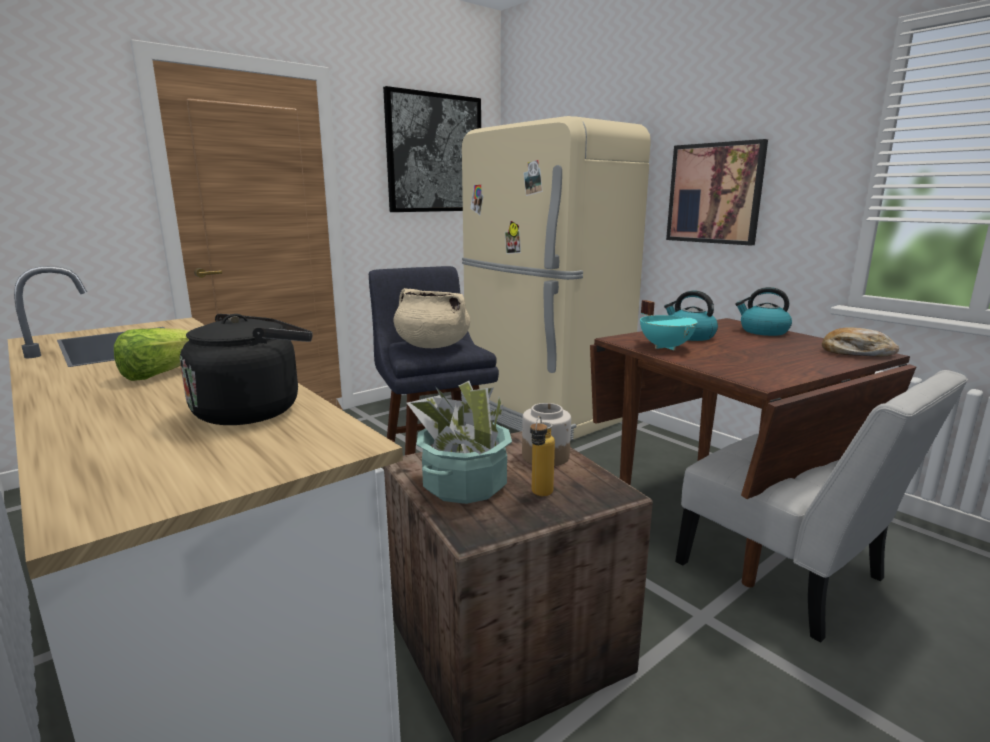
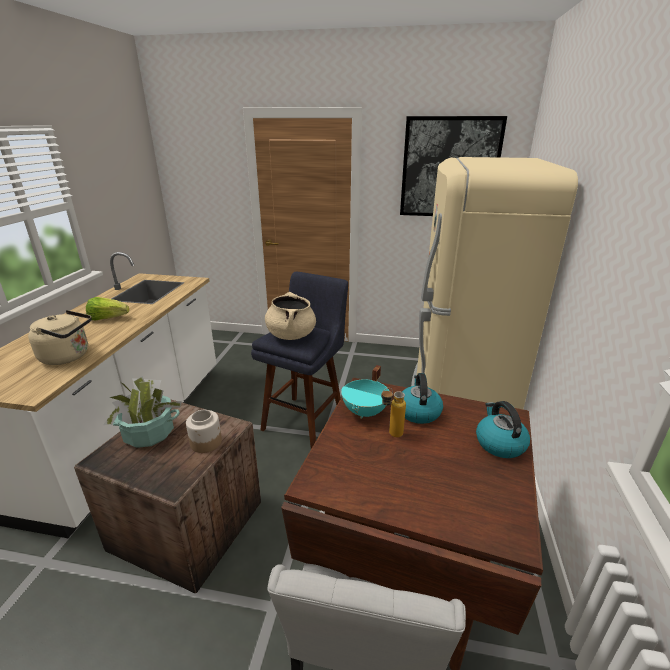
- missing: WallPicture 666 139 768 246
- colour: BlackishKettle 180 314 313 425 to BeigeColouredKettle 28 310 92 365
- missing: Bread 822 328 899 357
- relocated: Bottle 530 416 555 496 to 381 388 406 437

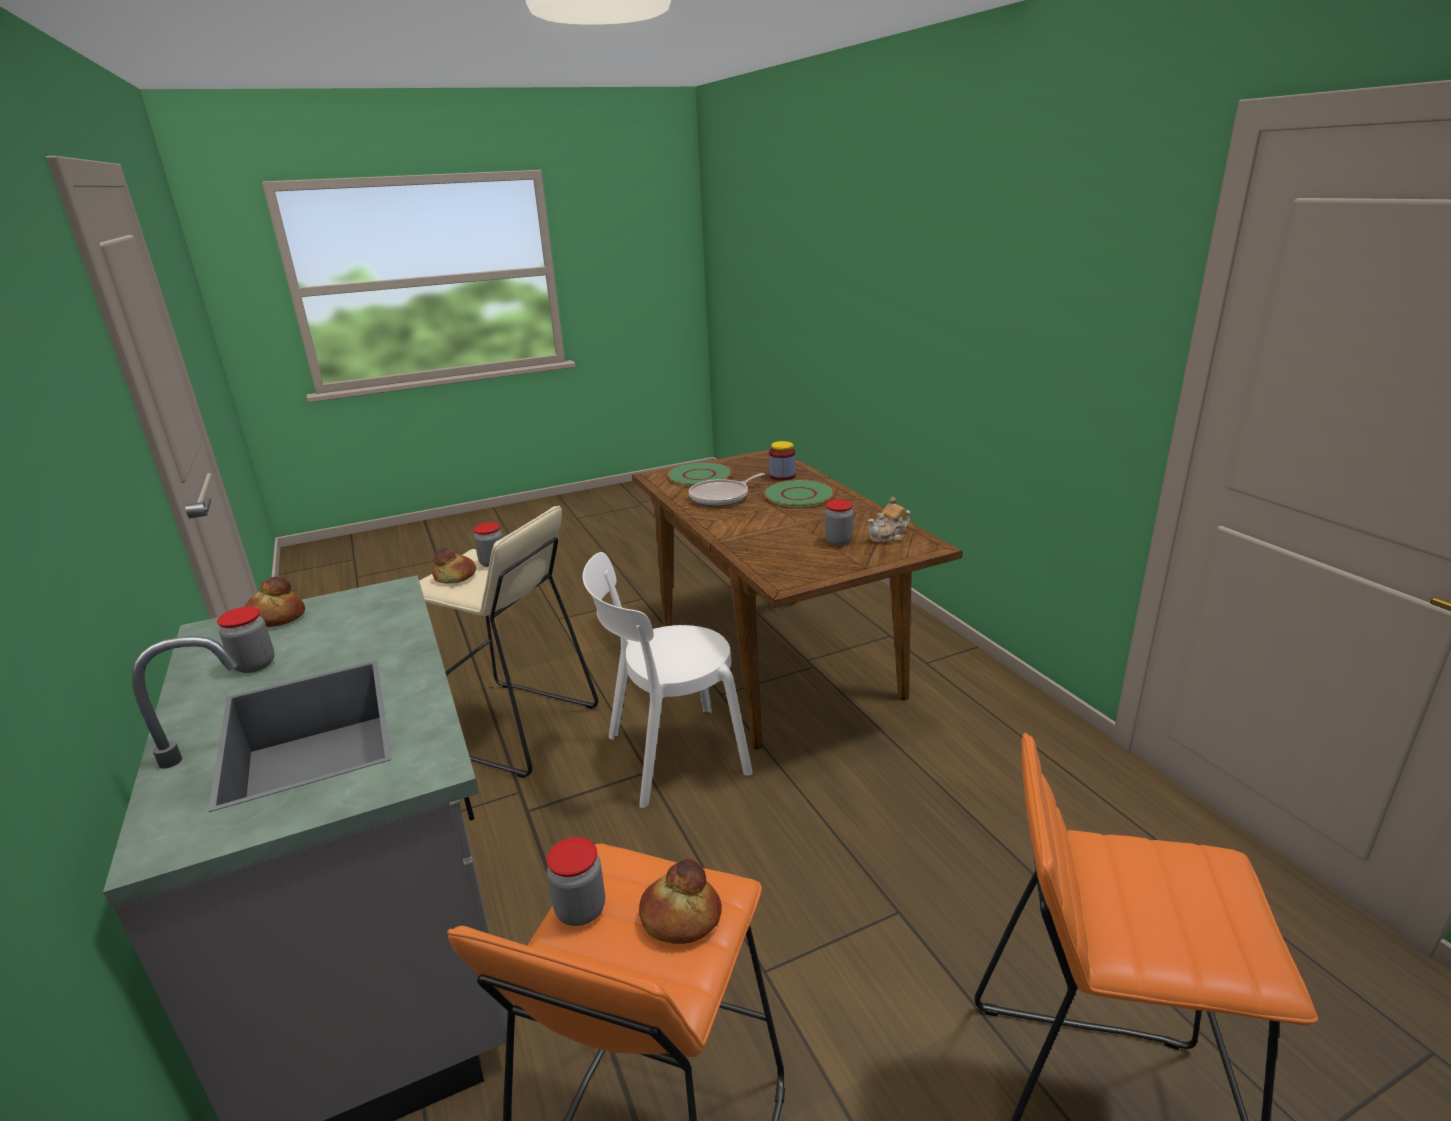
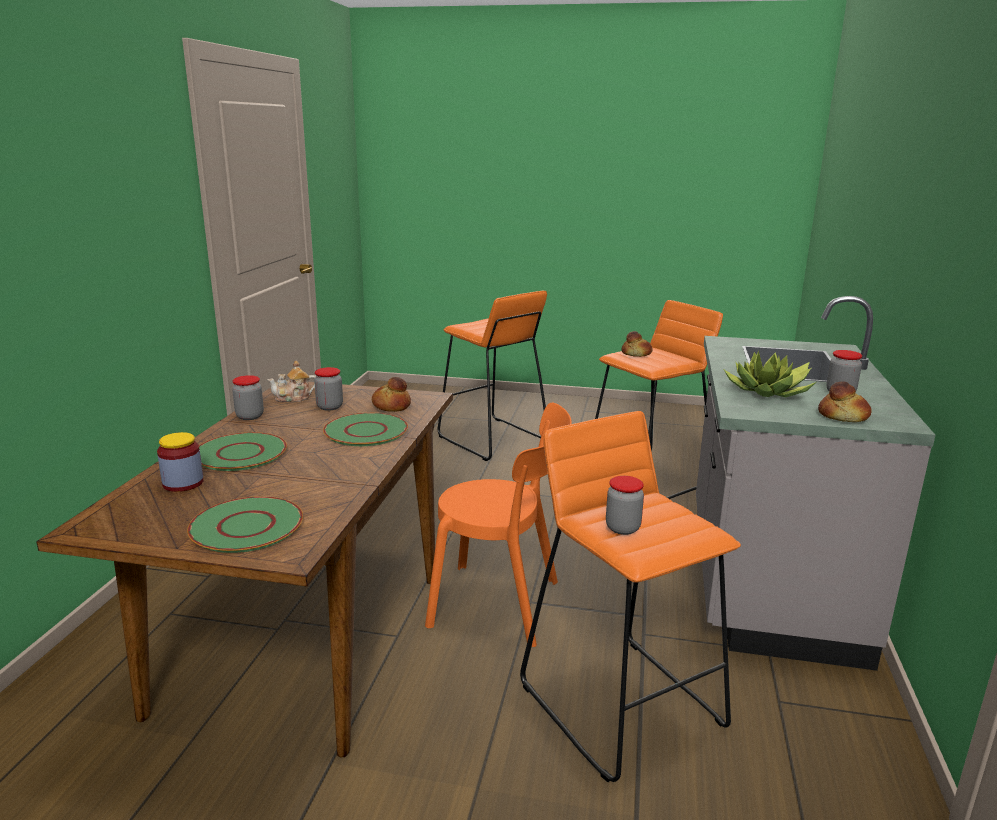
- missing: Skillet 689 473 765 506
- spun: TeaPot 867 497 911 543 = 267 361 316 402 150 degrees clockwise
- colour: BeigeColouredStool 419 506 599 778 to OrangeyStool 520 411 741 782
- relocated: Bread 432 548 476 584 to 372 377 411 412
- colour: WhitishChair 583 552 753 808 to OrangeyChair 425 403 572 647
- relocated: PreserveJar 546 837 605 926 to 232 375 264 420
- appeared: Houseplant 724 351 816 398
- appeared: GreenColouredDinnerPlate 323 413 408 446

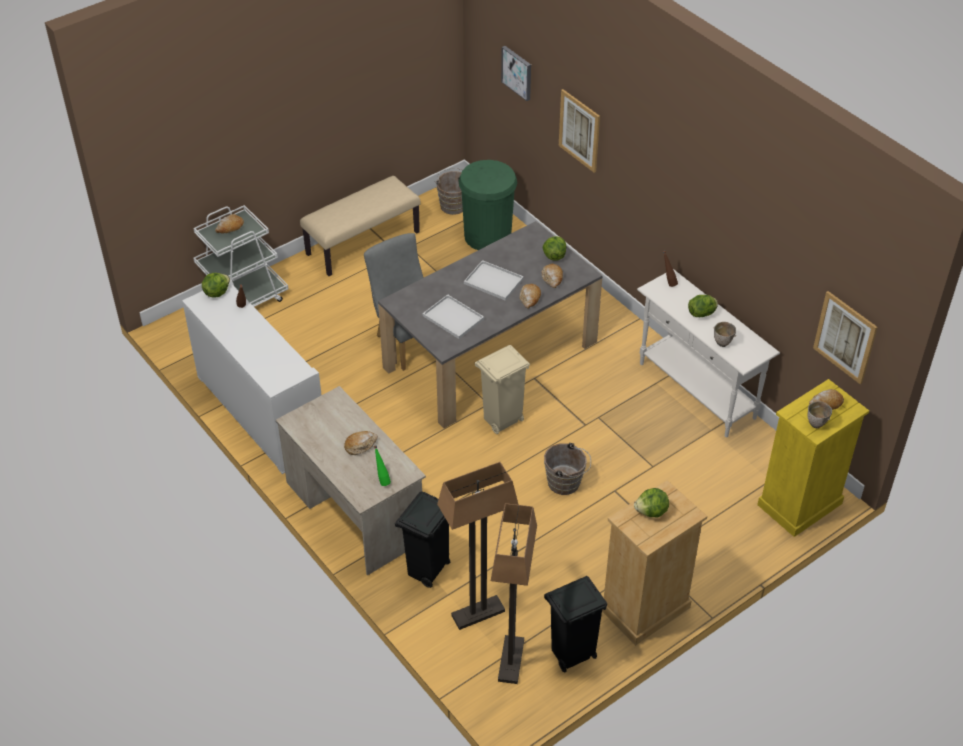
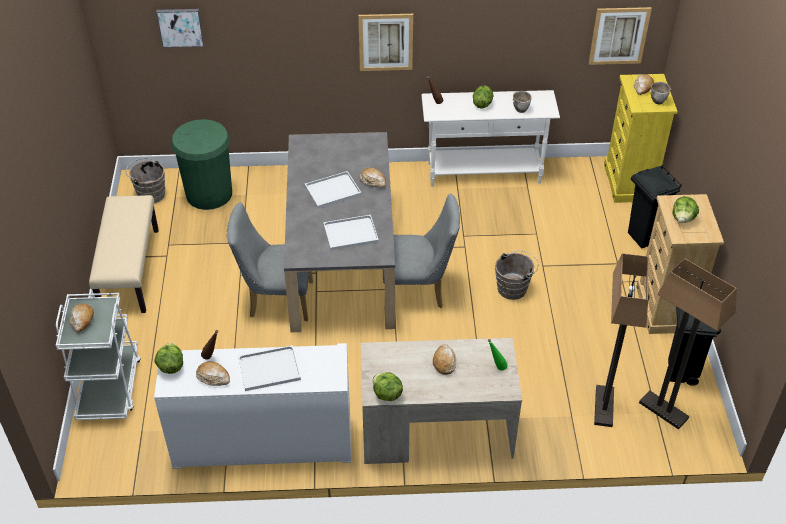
- relocated: WallPicture 559 89 600 173 to 358 14 413 71
- relocated: Lettuce 543 236 566 261 to 373 372 403 401
- relocated: Bread 542 264 563 288 to 196 361 230 386
- exchanged: BeigeColouredRubbishBin 475 345 530 434 to GrayChair 383 193 460 308
- relocated: BlackishRubbishBin 395 492 450 588 to 628 165 682 249
- appeared: WhitishCarryingTray 238 345 301 391

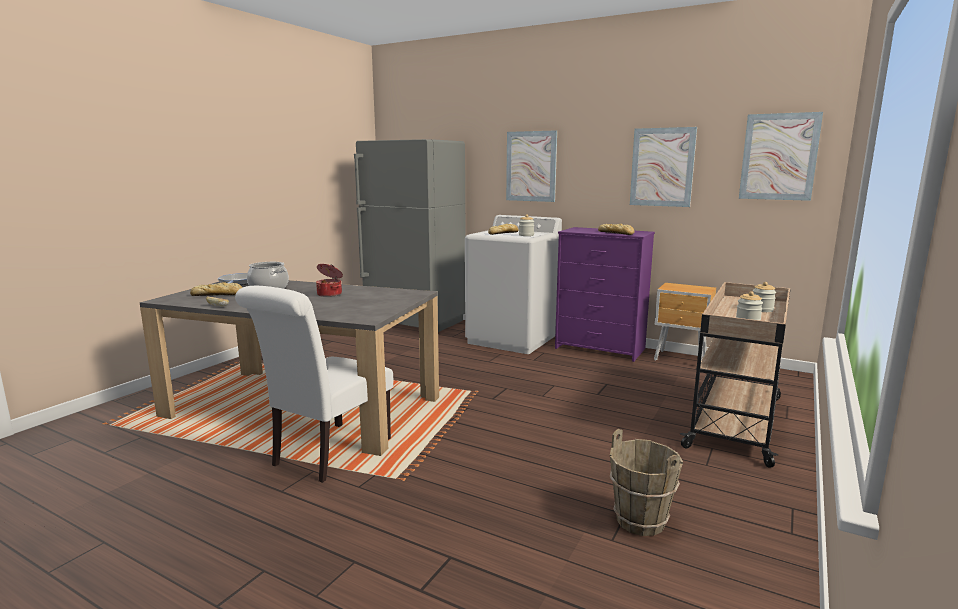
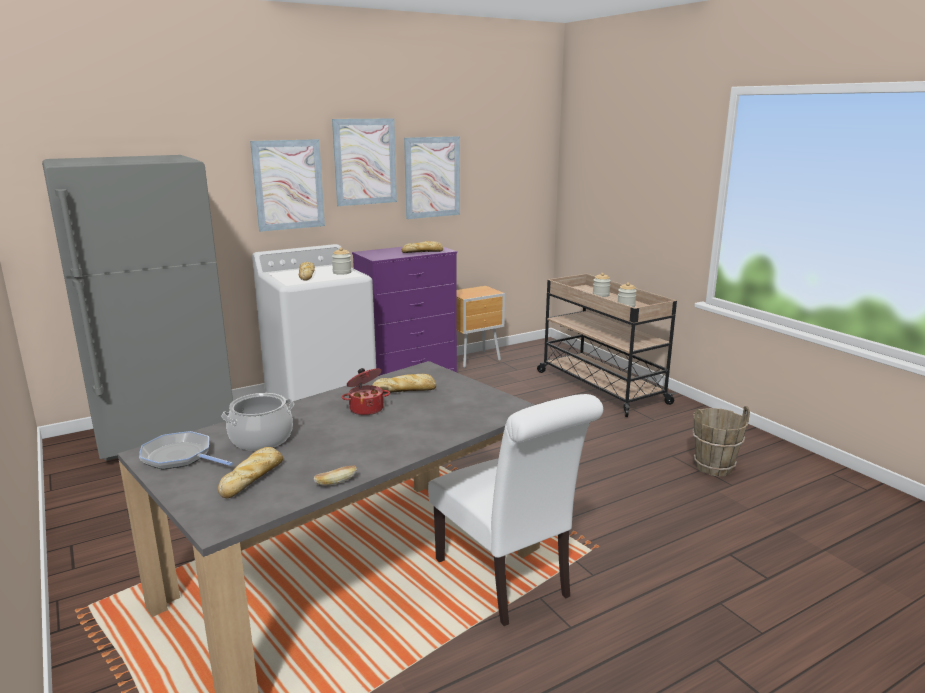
- relocated: WallPicture 739 112 823 201 to 332 118 397 206
- appeared: Bread 372 374 436 393

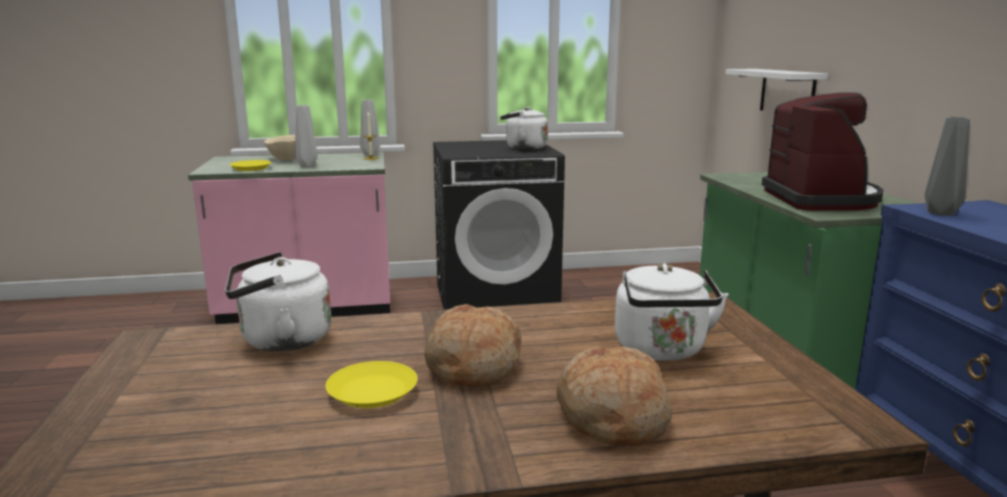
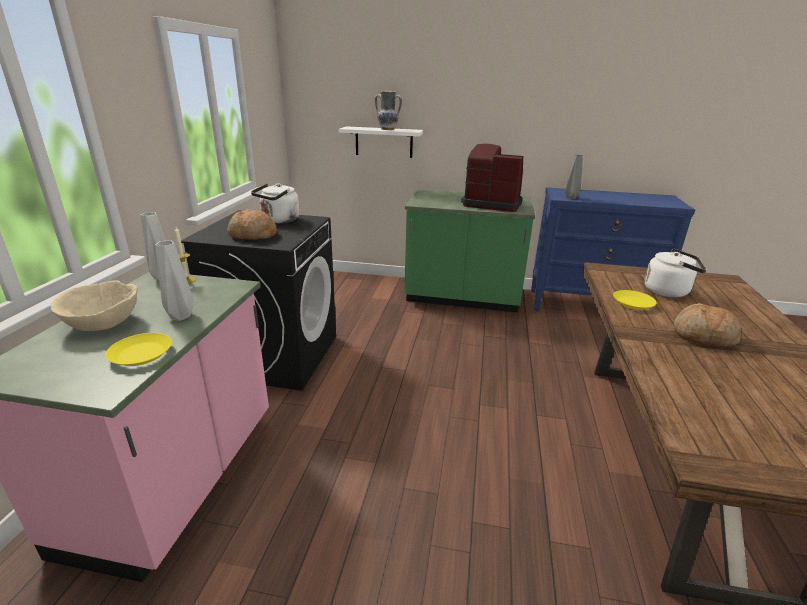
- missing: WhitishKettle 225 252 331 351
- relocated: Bread 557 346 672 446 to 227 209 277 240
- relocated: YellowishDinnerPlate 326 361 418 408 to 613 290 657 310
- appeared: FlowerVase 375 91 402 130

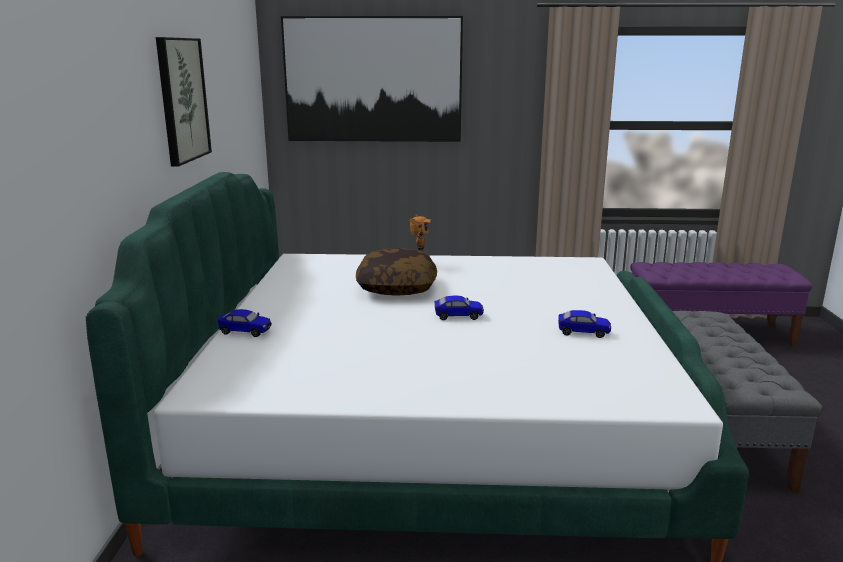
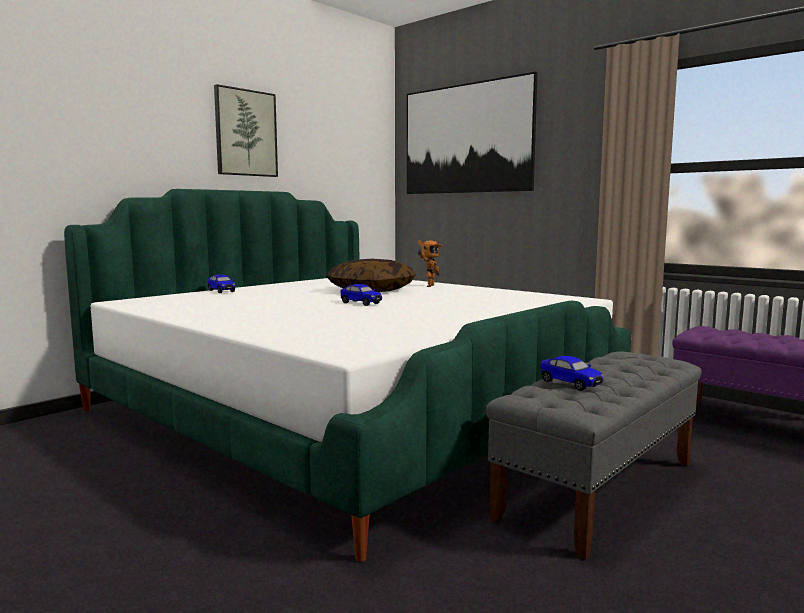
- relocated: MiniatureCar 558 310 611 338 to 540 356 603 391

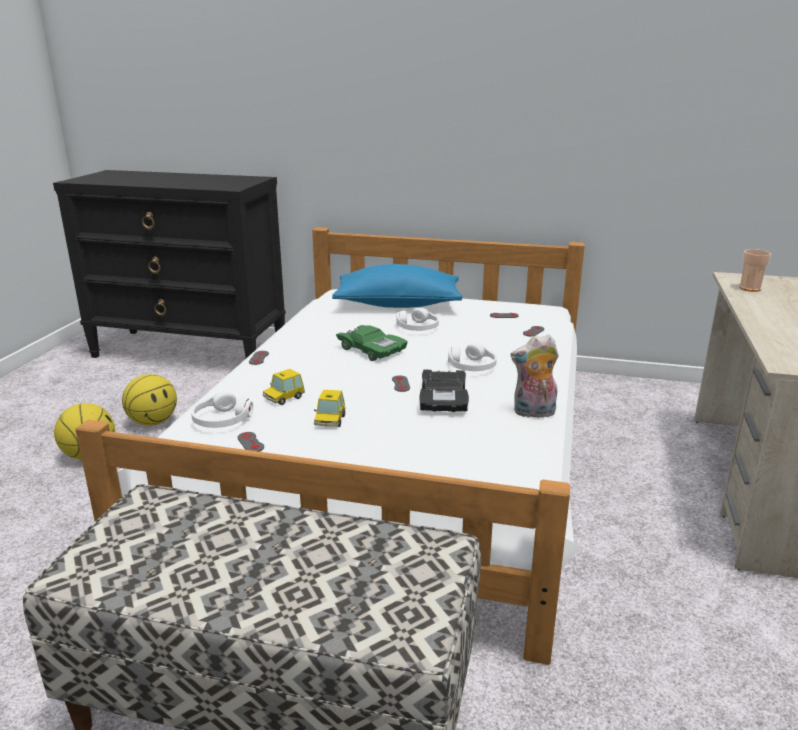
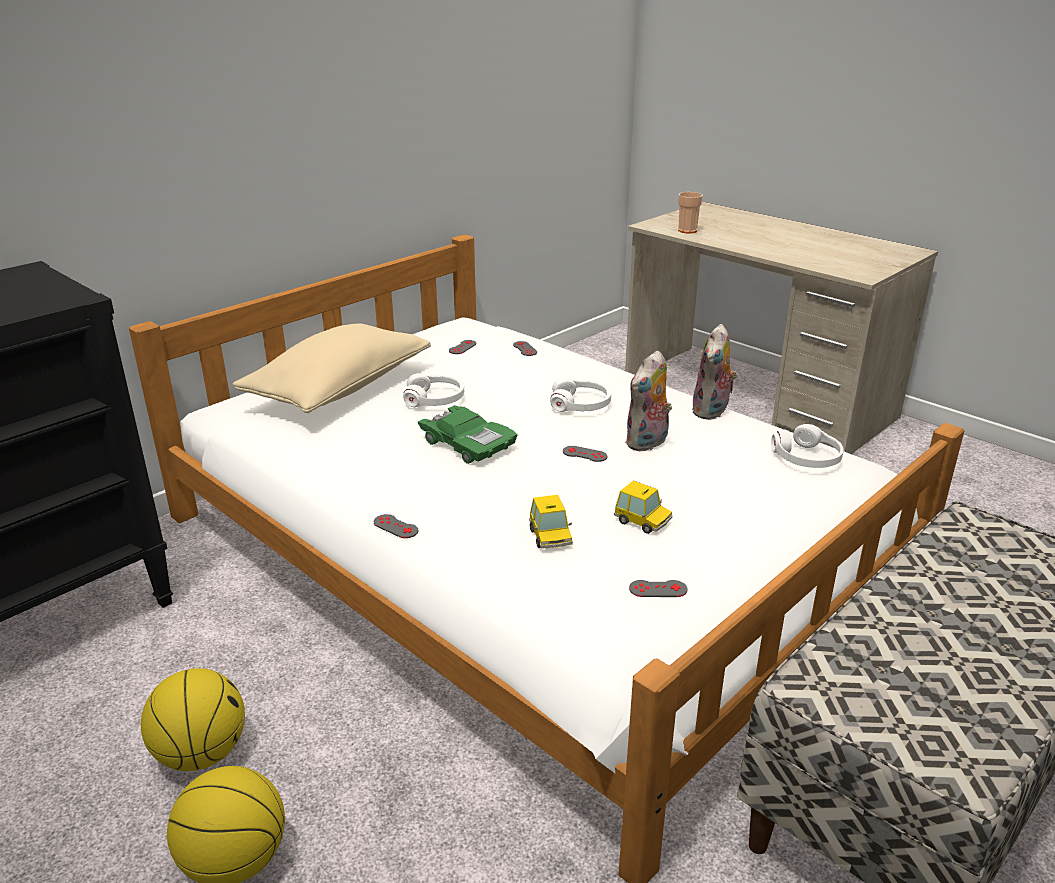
- colour: BluishCushion 332 264 462 308 to BeigeColouredCushion 232 323 431 413
- spun: GreenColouredMiniatureCar 336 325 408 361 = 418 405 518 464 60 degrees clockwise
- exchanged: BlackishMiniatureCar 419 370 469 412 to PlushToy 625 350 672 452
- relocated: WhitishHeadset 191 391 253 428 to 771 424 844 468

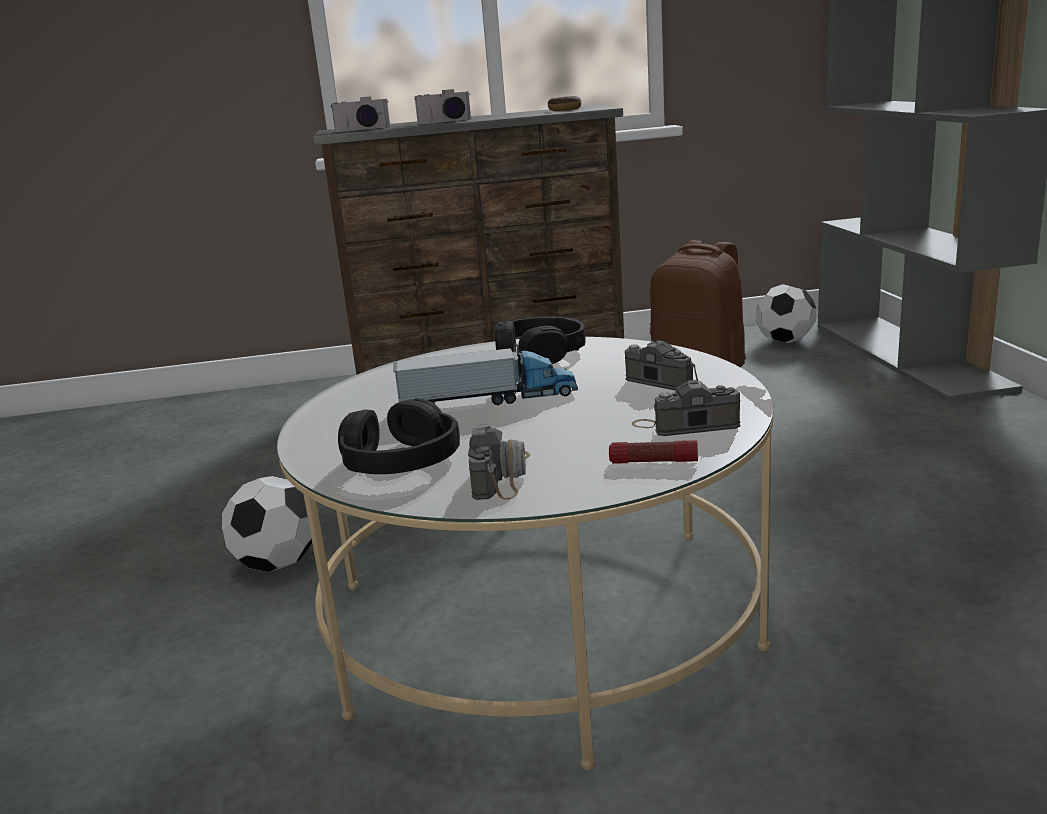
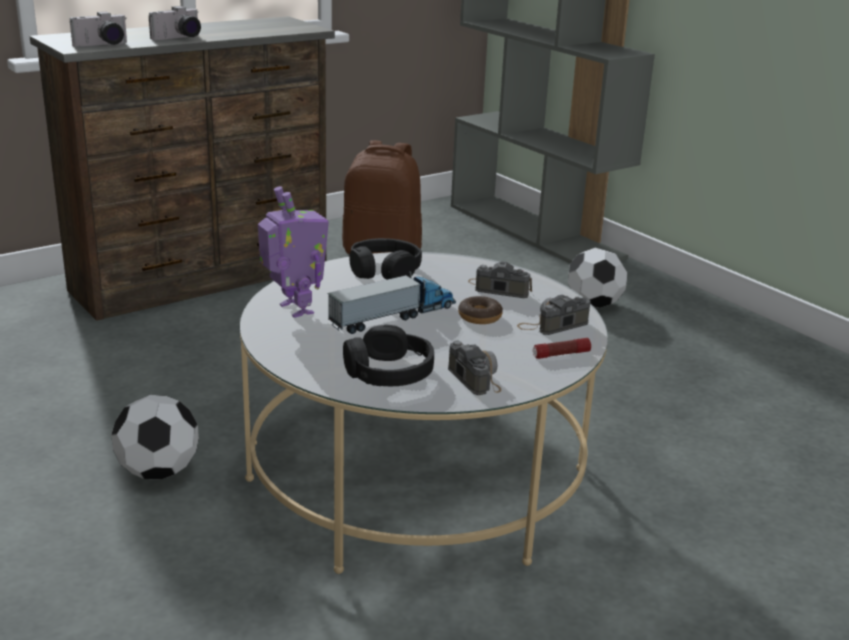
- relocated: Doughnut 547 96 581 111 to 458 296 503 324
- relocated: Football 756 284 816 343 to 568 248 628 308
- appeared: RobotFigure 258 186 329 318

